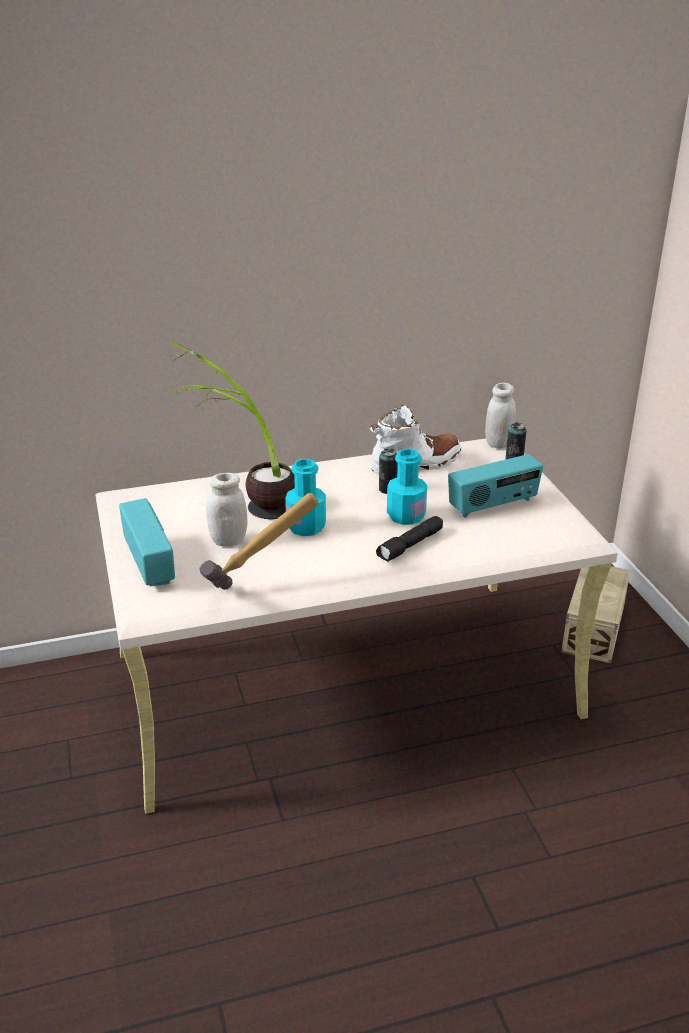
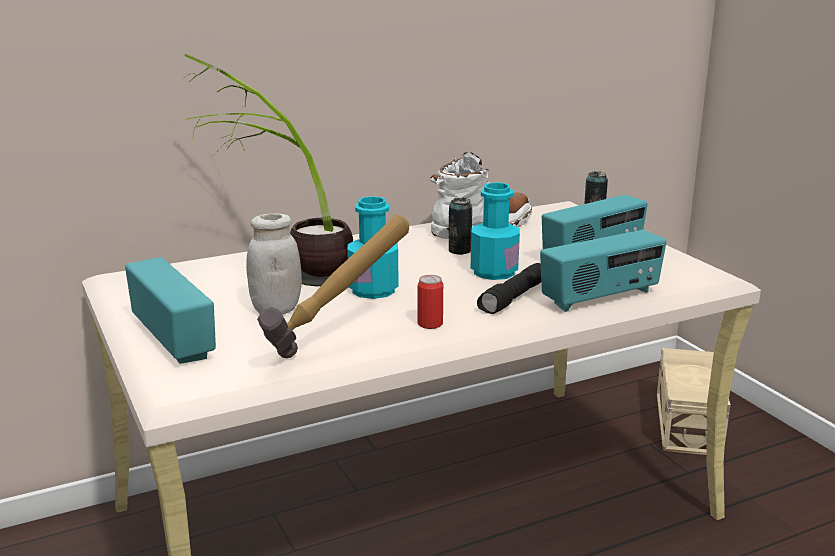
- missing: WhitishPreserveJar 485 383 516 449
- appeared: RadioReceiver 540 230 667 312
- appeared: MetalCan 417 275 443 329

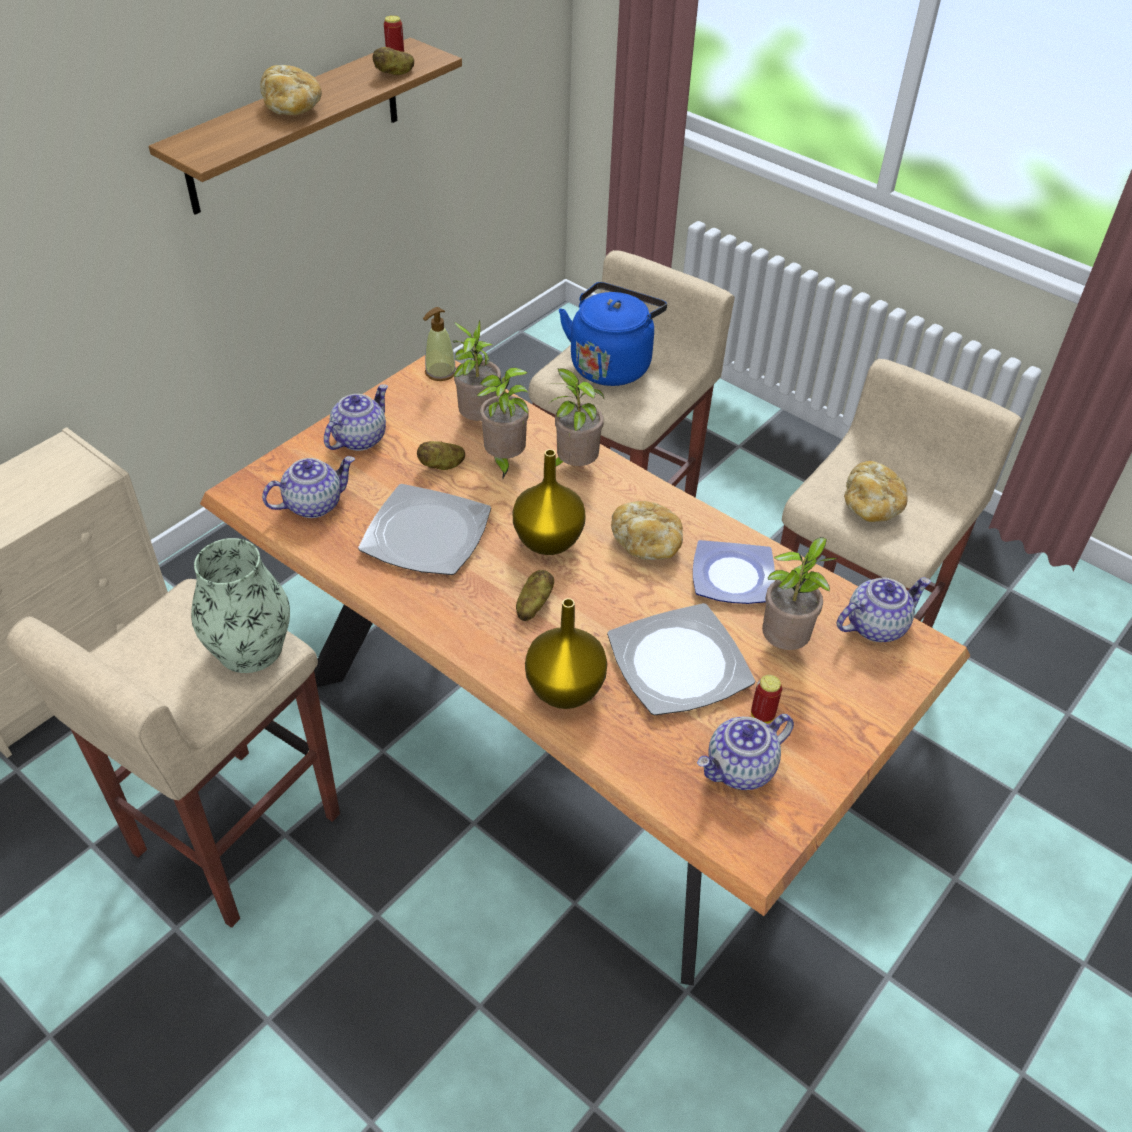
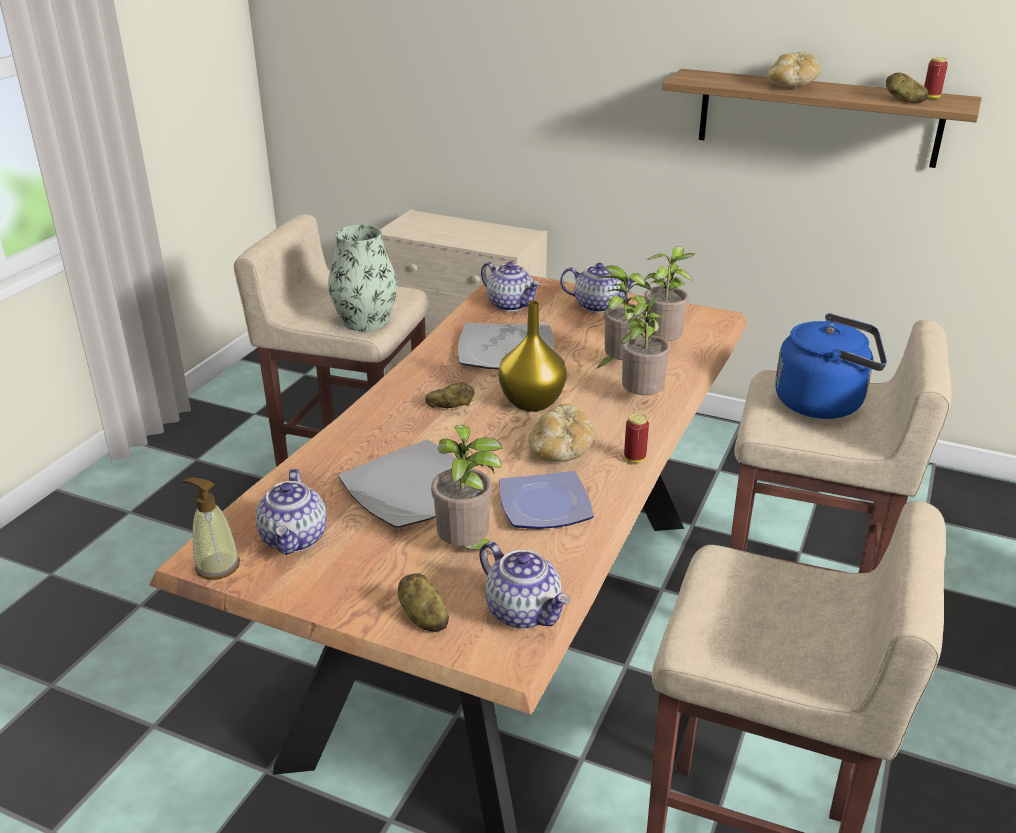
- relocated: LiquidSoapBottle 423 307 456 381 to 182 477 240 580
- relocated: WholePotato 417 441 465 470 to 398 573 449 632
- missing: Bread 844 461 908 522
- missing: YellowishFlowerVase 525 598 607 709
- relocated: MetalCan 751 675 782 723 to 624 413 649 463
- spun: TeaPot 697 714 794 790 = 256 468 327 555 135 degrees counterclockwise

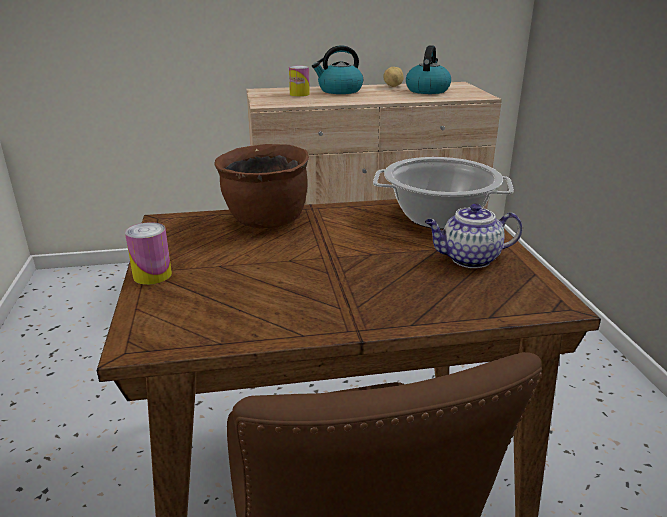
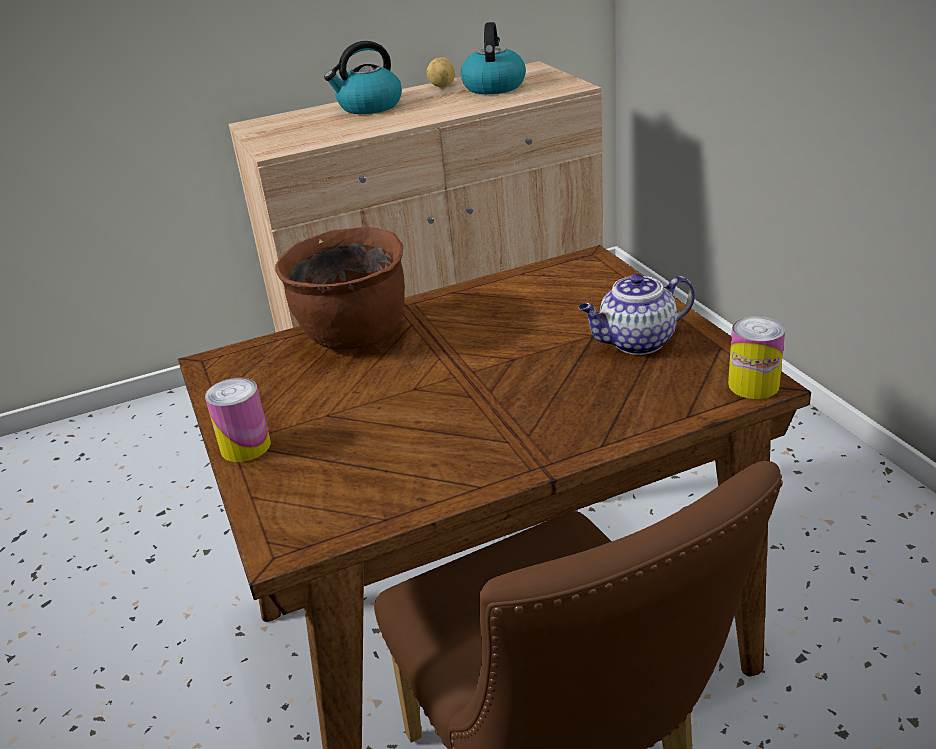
- relocated: MetalCan 289 66 310 97 to 728 316 785 399
- missing: CookingPot 373 157 514 229

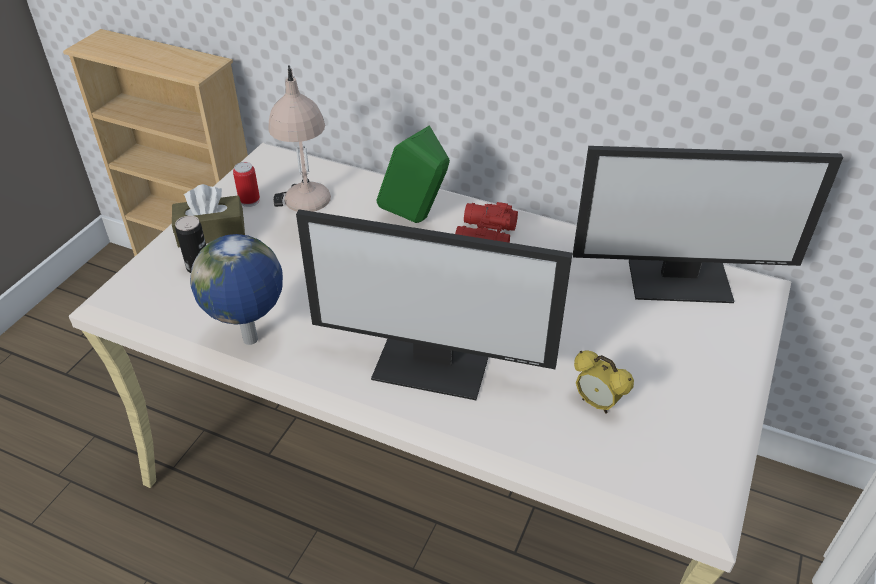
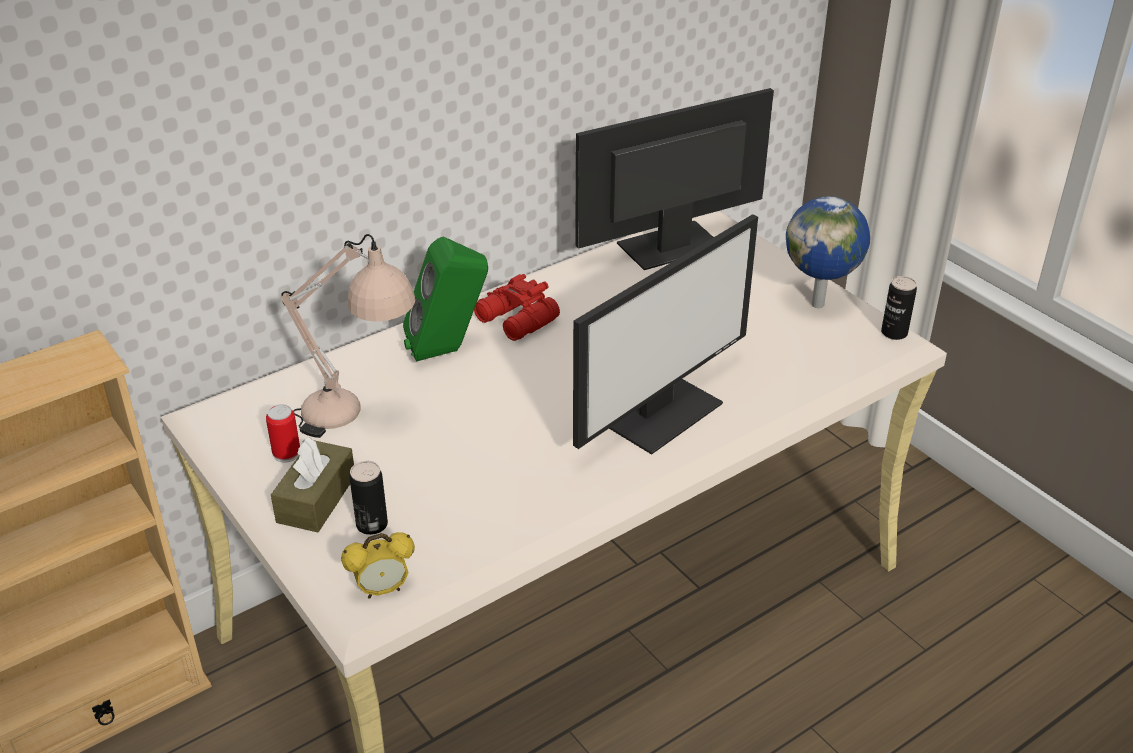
- spun: Monitor 573 146 843 303 = 575 88 774 270 150 degrees counterclockwise
- relocated: DeskGlobe 190 234 283 345 to 786 196 870 308
- relocated: AlarmClock 574 350 634 414 to 341 532 415 599
- appeared: MetalCan 881 276 917 340

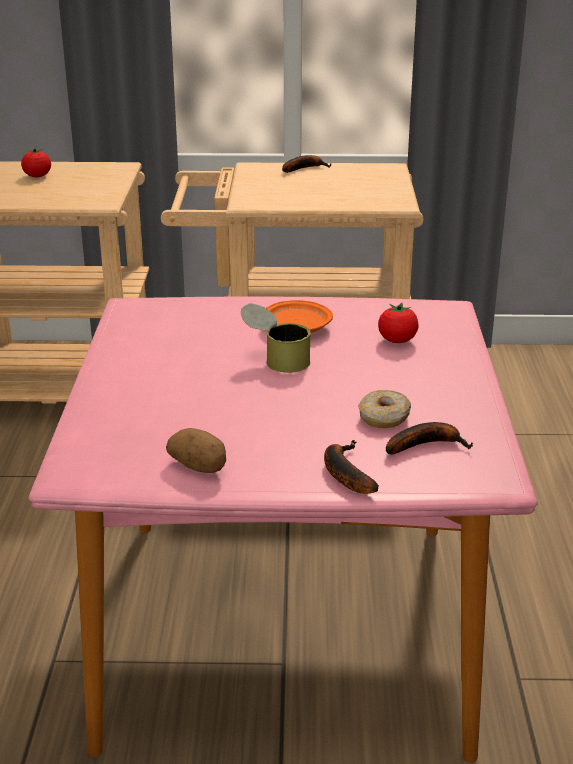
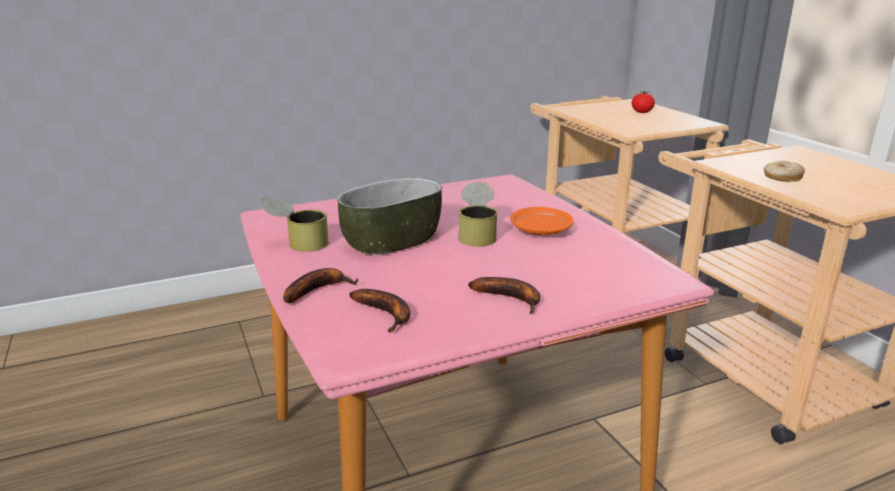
- relocated: WholeBanana 282 155 332 173 to 468 277 540 314
- missing: Tomato 378 303 419 343
- relocated: Doughnut 358 390 411 428 to 764 161 805 182
- exchanged: WholePotato 166 428 226 473 to MetalCan 260 197 329 252
- appeared: DeepDish 337 178 442 255

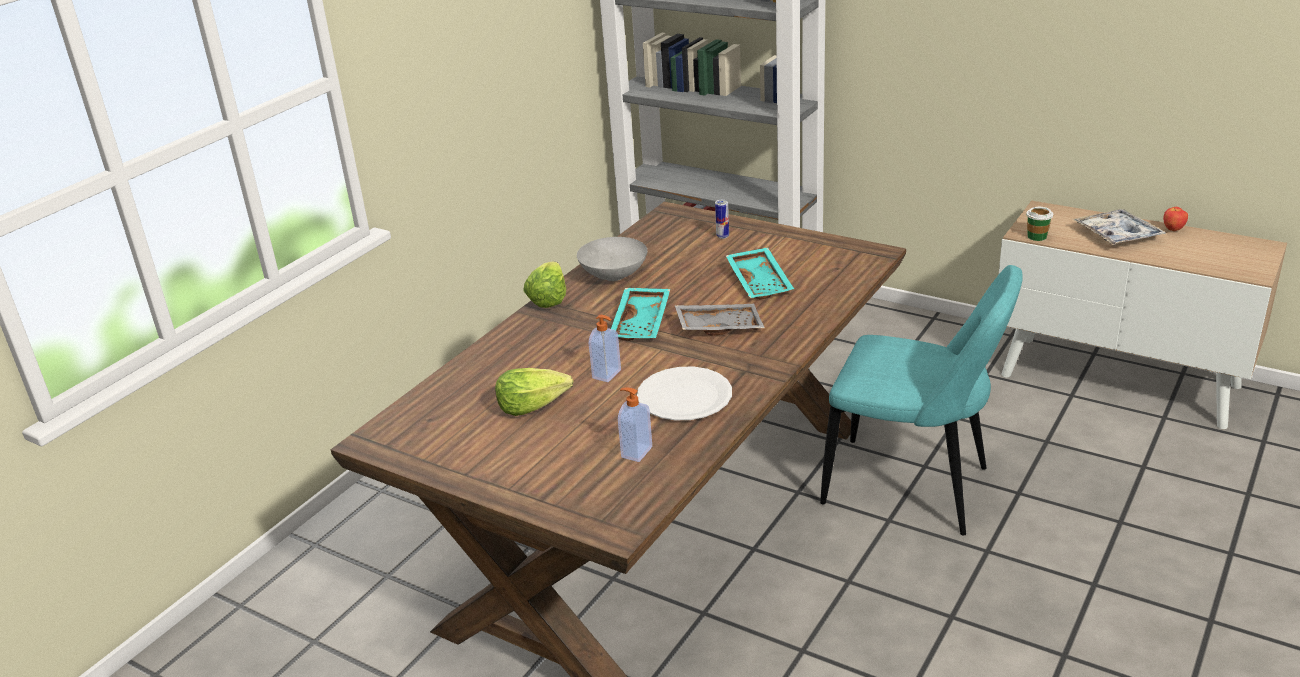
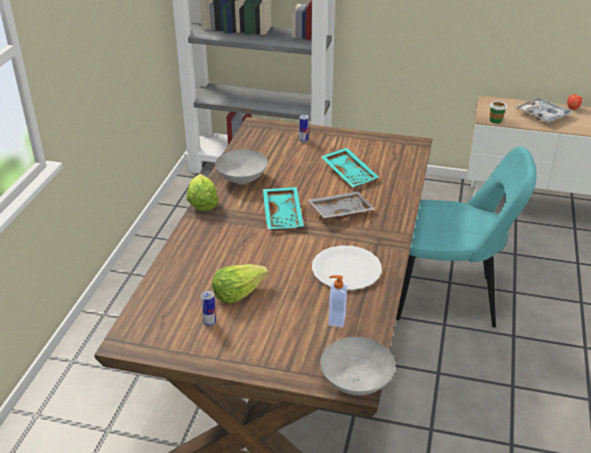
- missing: LiquidSoapBottle 589 315 621 382
- appeared: MetalCan 201 290 216 327
- appeared: GrayDeepDish 320 337 395 395

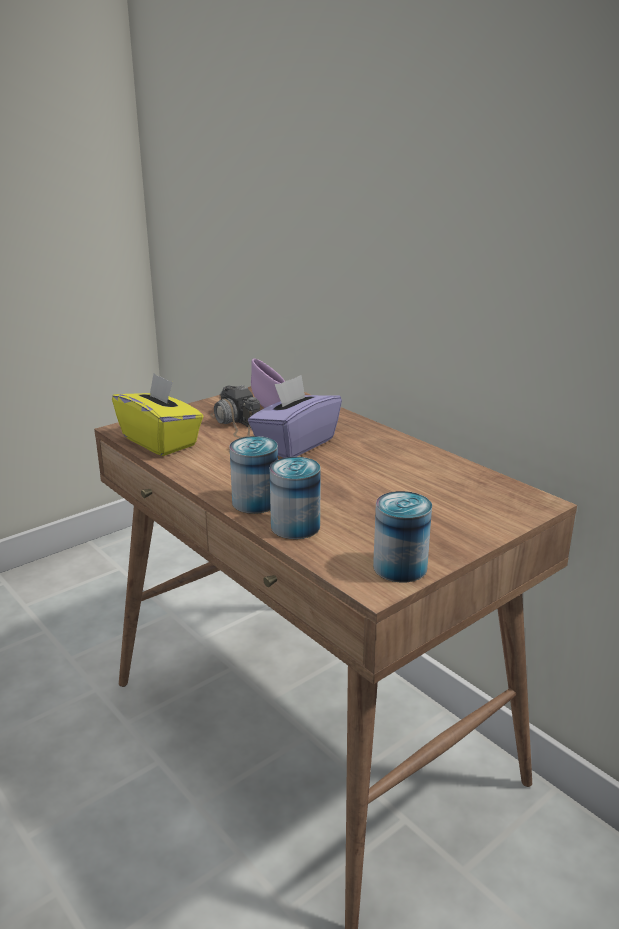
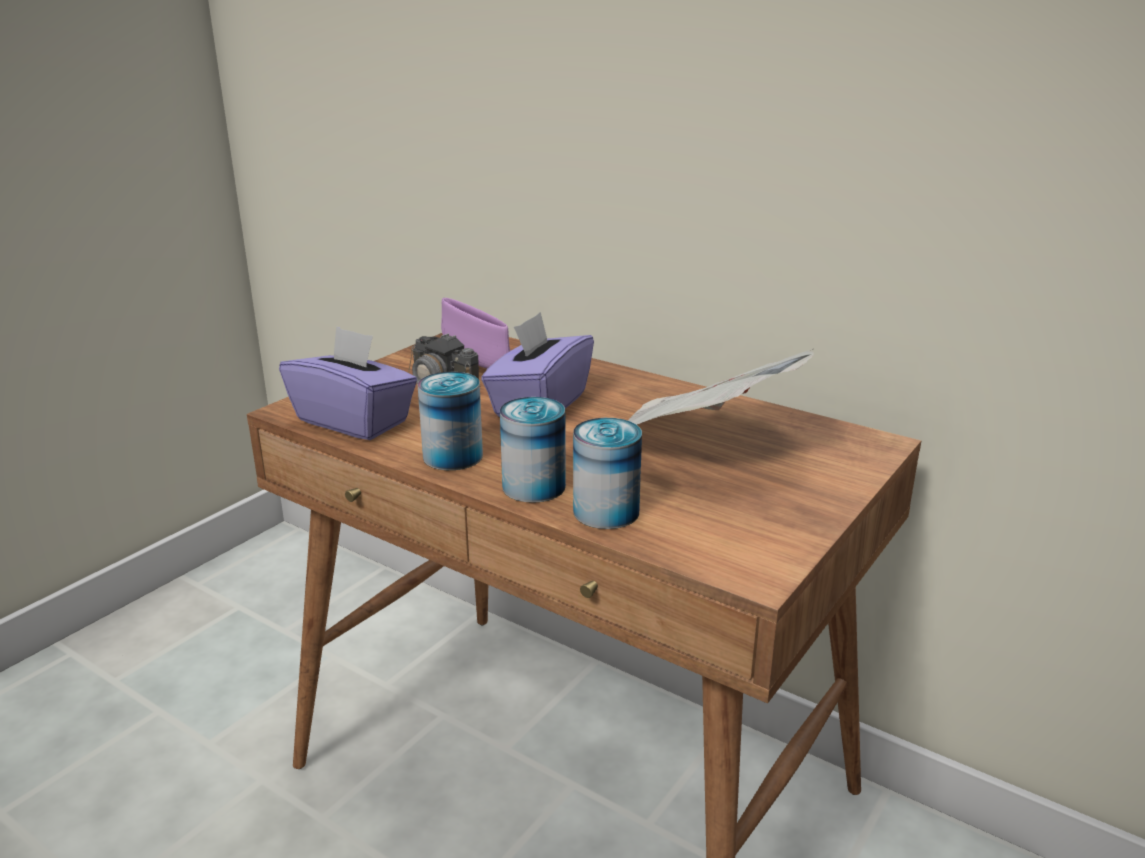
- colour: YellowishTissueBox 112 373 203 456 to PurpleColouredTissueBox 279 326 417 440
- relocated: MetalCan 373 491 432 583 to 418 372 483 470
- appeared: Newspaper 628 349 814 425

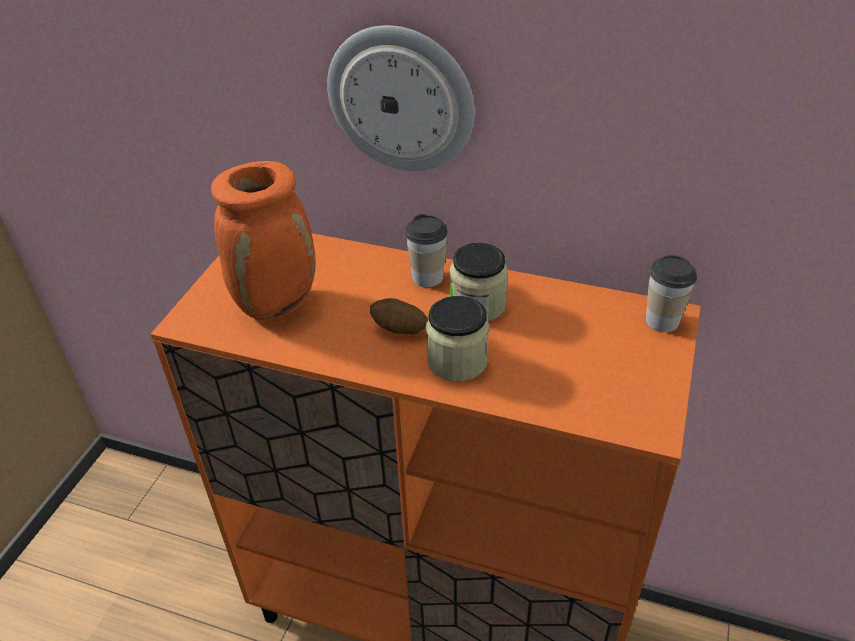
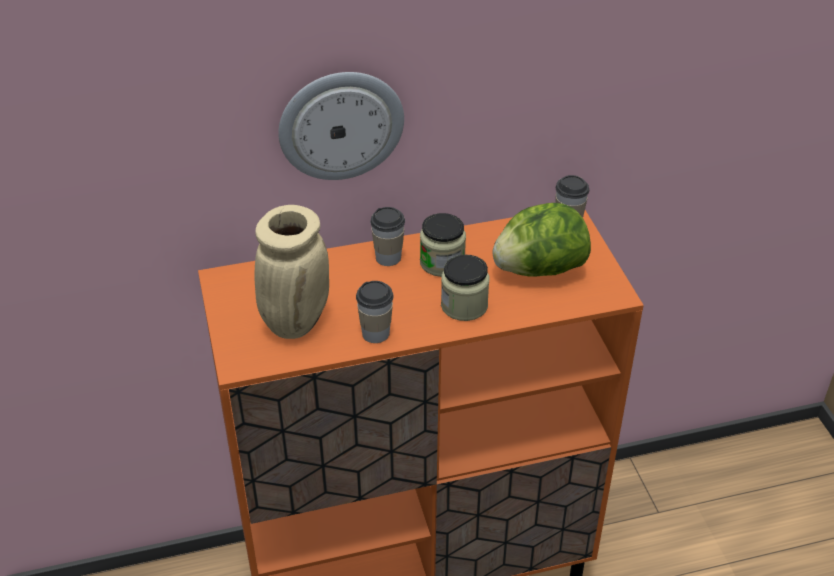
- colour: OrangeyFlowerVase 211 161 316 320 to BeigeColouredFlowerVase 255 205 329 339
- missing: WholePotato 370 298 428 334
- appeared: Lettuce 493 203 591 276
- appeared: SmallCup 356 281 394 343

